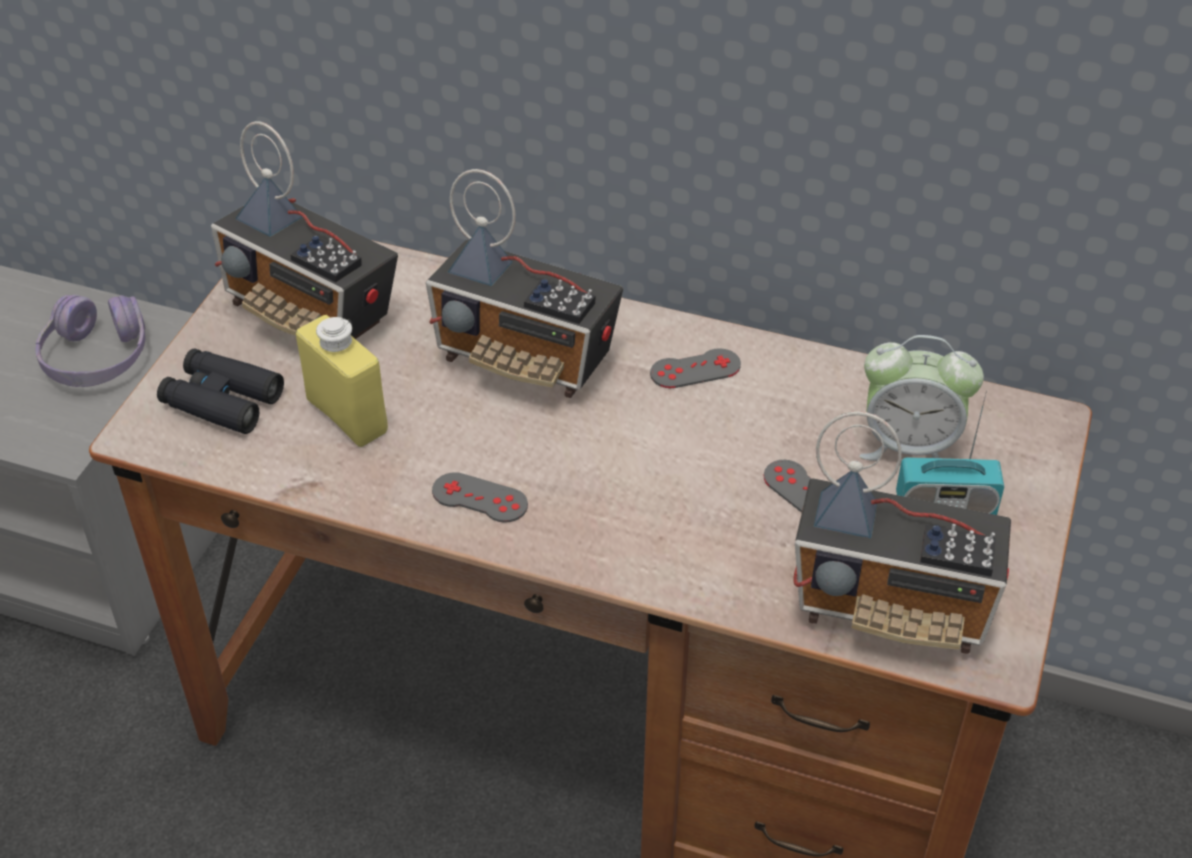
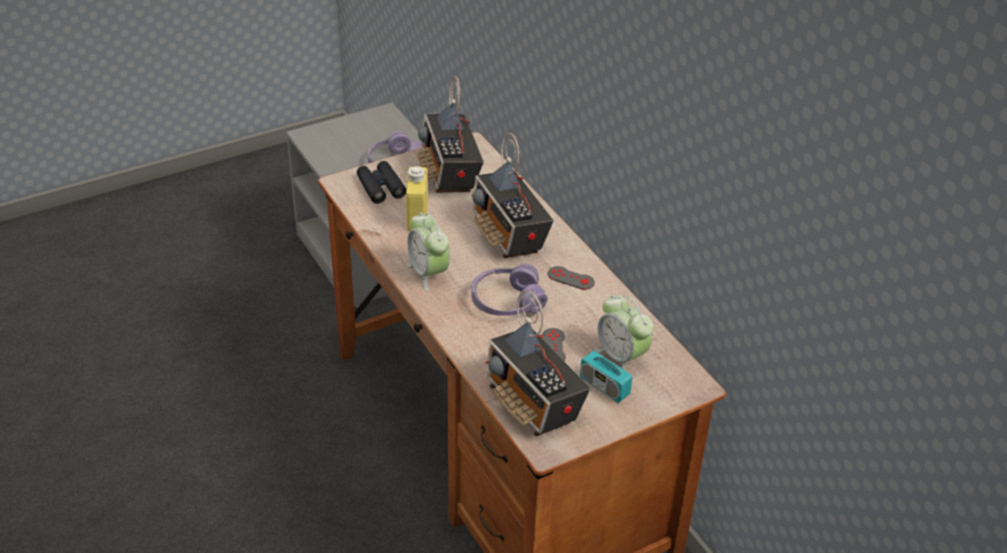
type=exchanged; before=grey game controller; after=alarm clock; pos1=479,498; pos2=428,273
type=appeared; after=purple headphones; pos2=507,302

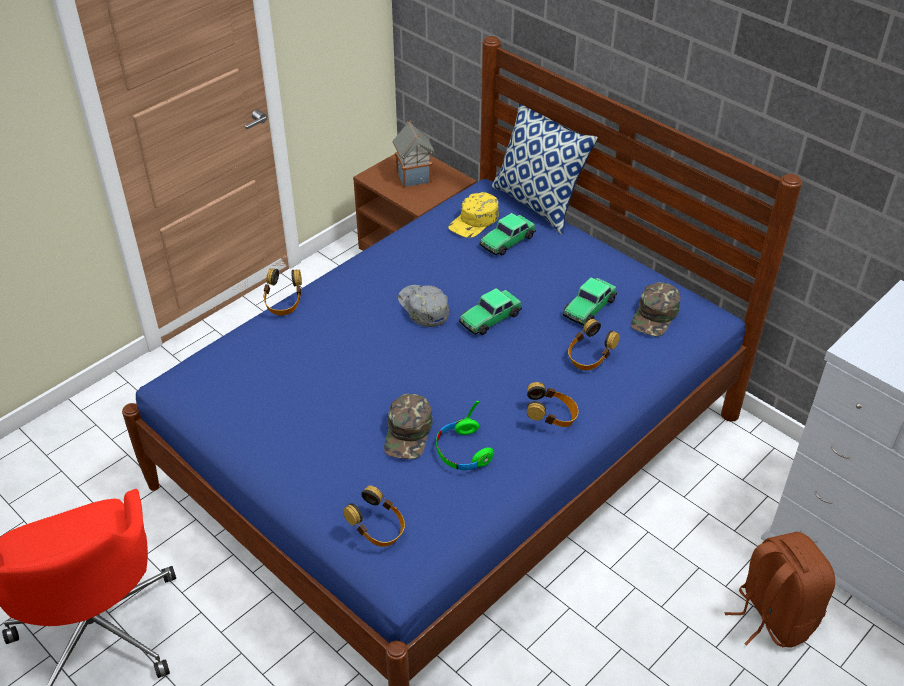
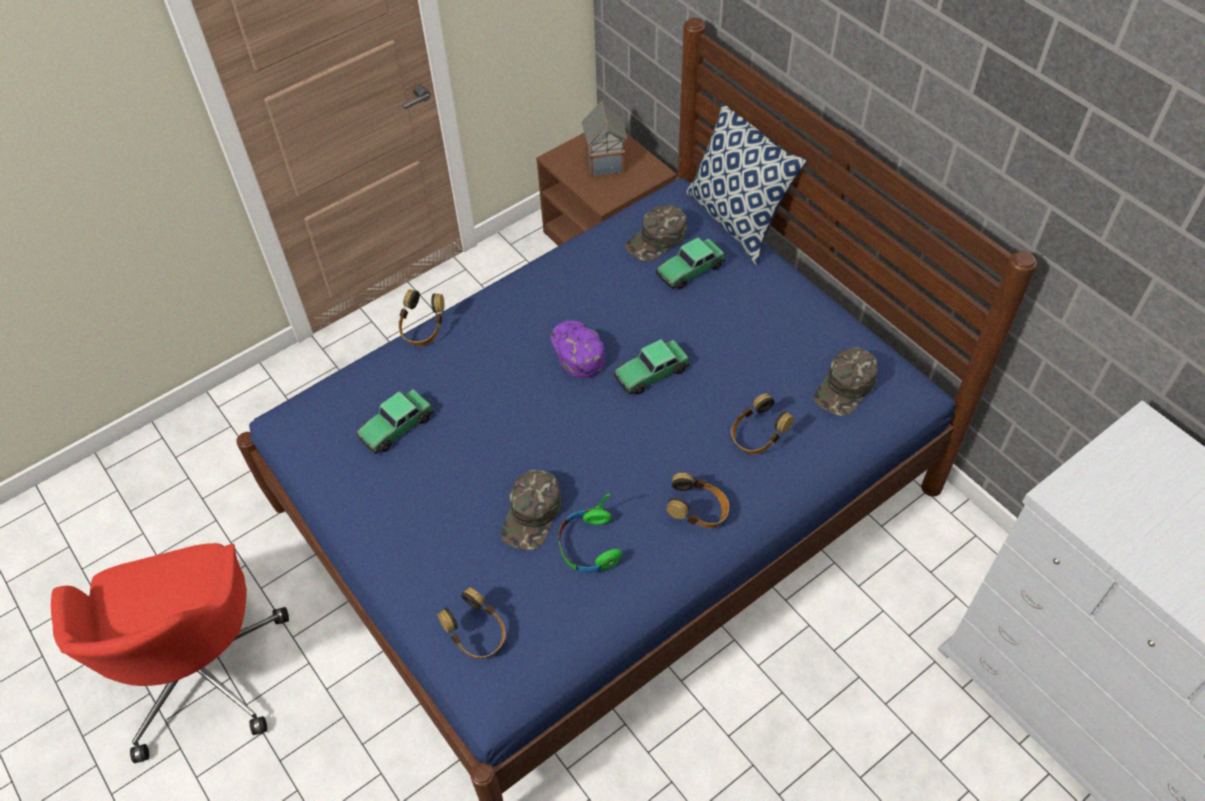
type=colour; before=grey cap; after=purple cap; pos1=423,307; pos2=577,351
type=colour; before=yellow cap; after=green cap; pos1=474,221; pos2=657,239
type=relocated; before=toy car; pos1=589,307; pos2=396,426
type=missing; before=brown backpack; pos1=772,616

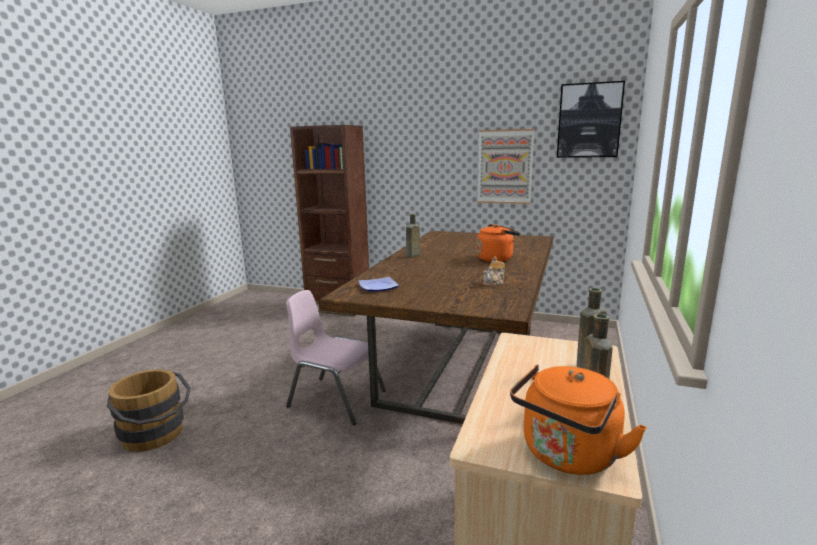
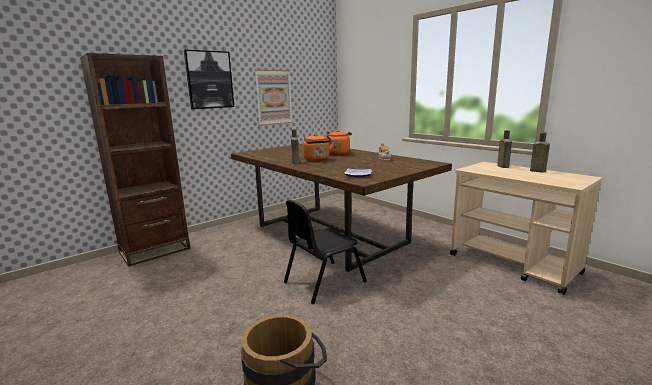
type=colour; before=pink chair; after=black chair; pos1=336,399; pos2=323,282
type=relocated; before=orange kettle; pos1=567,456; pos2=317,159
type=relocated; before=picture; pos1=589,120; pos2=209,80

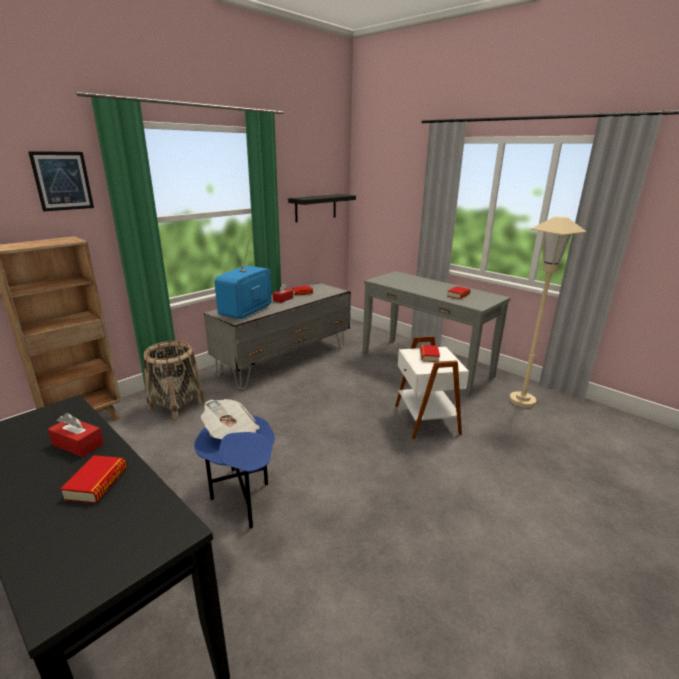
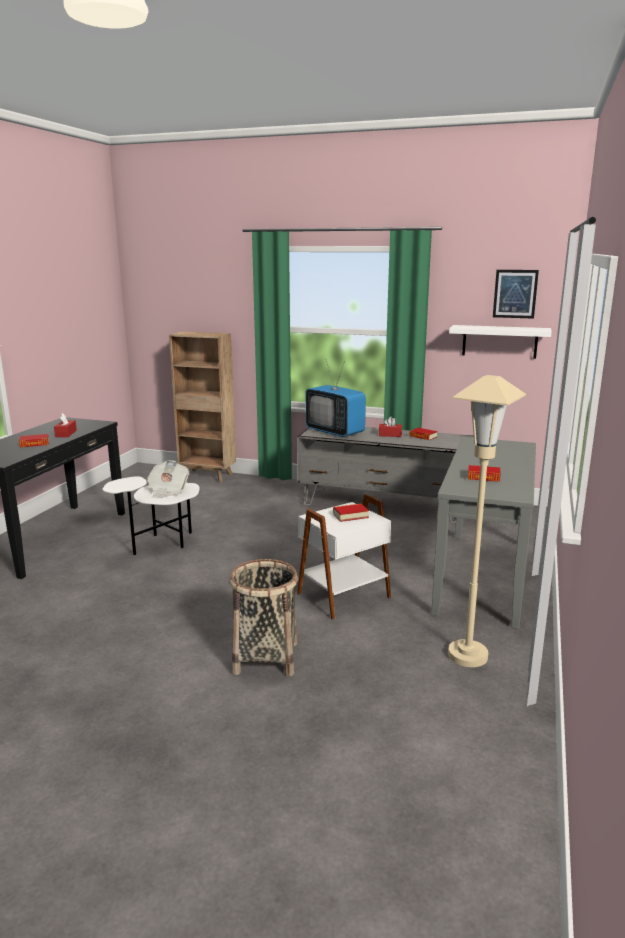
type=relocated; before=picture; pos1=62,181; pos2=515,294
type=relocated; before=basket; pos1=176,405; pos2=265,658
type=colour; before=blue side table; after=white side table; pos1=243,499; pos2=160,544
type=spun; before=television; pos1=246,312; pos2=335,432; turn=-135
type=colour; before=black shelf; after=white shelf; pos1=315,207; pos2=499,341

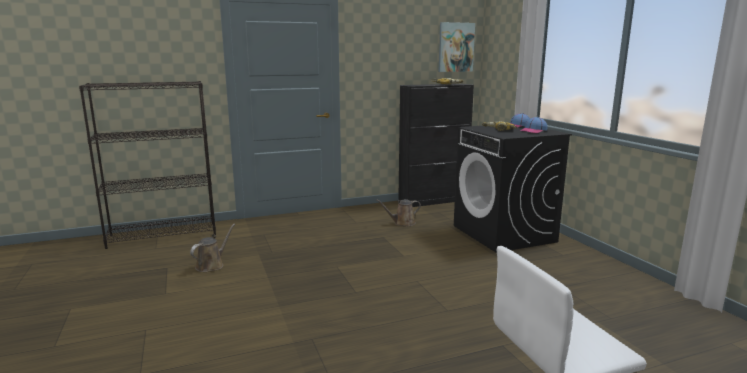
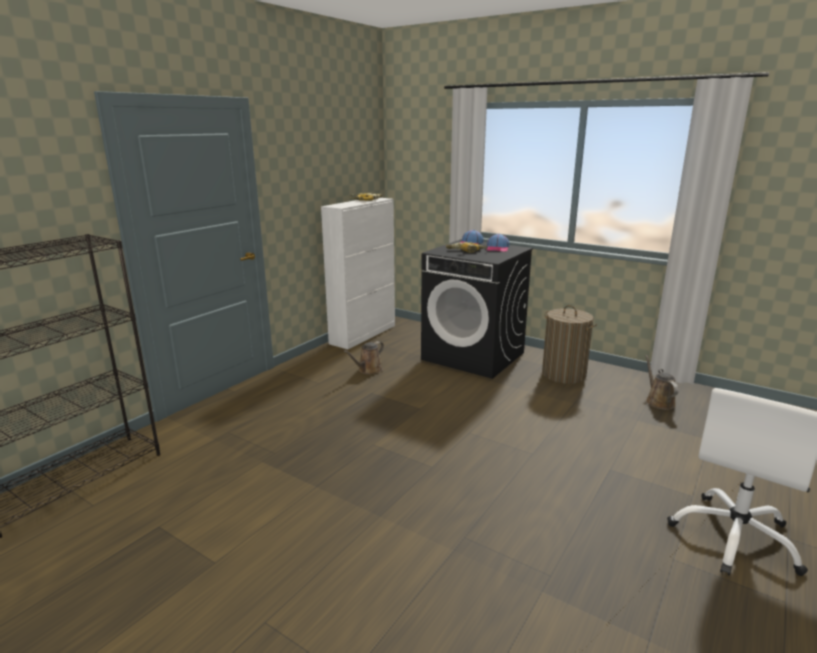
type=relocated; before=brown watering can; pos1=212,265; pos2=658,401
type=colour; before=black cabinet; after=white cabinet; pos1=433,201; pos2=363,334
type=missing; before=picture; pos1=455,47
type=appeared; after=laundry basket; pos2=564,374

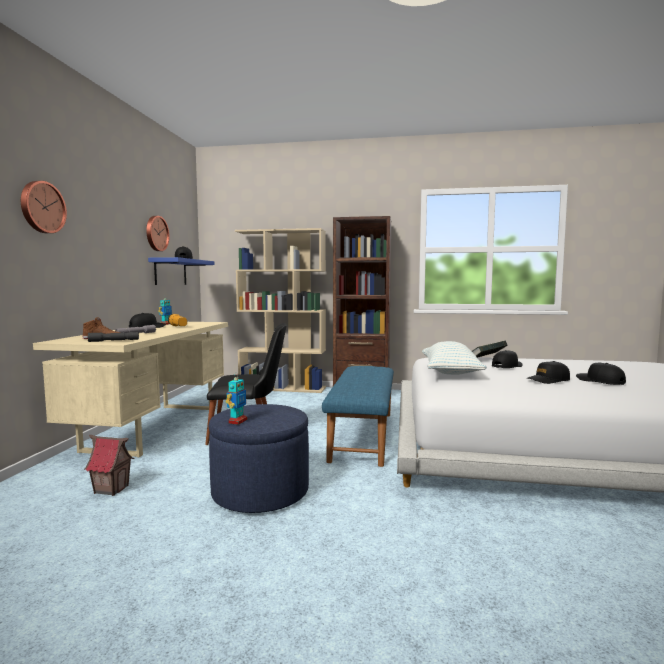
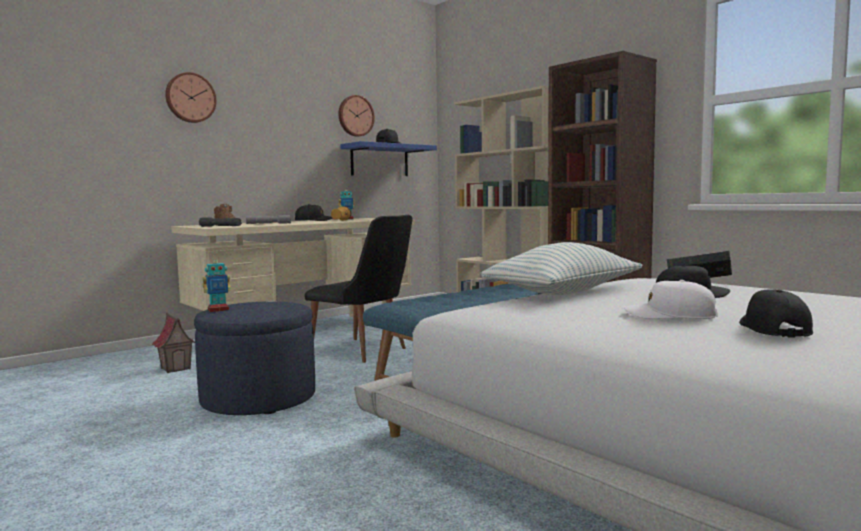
type=colour; before=black cap; after=white cap; pos1=548,380; pos2=670,316

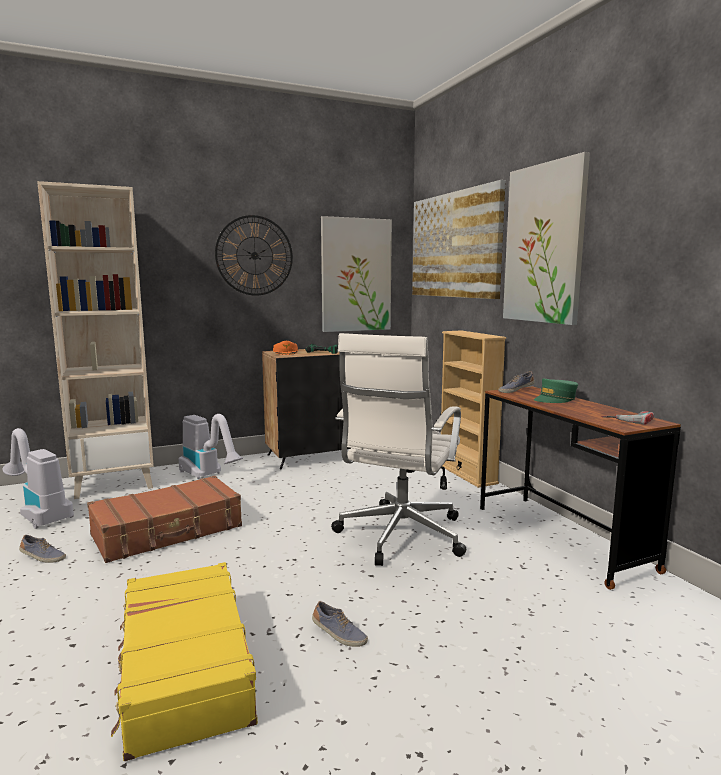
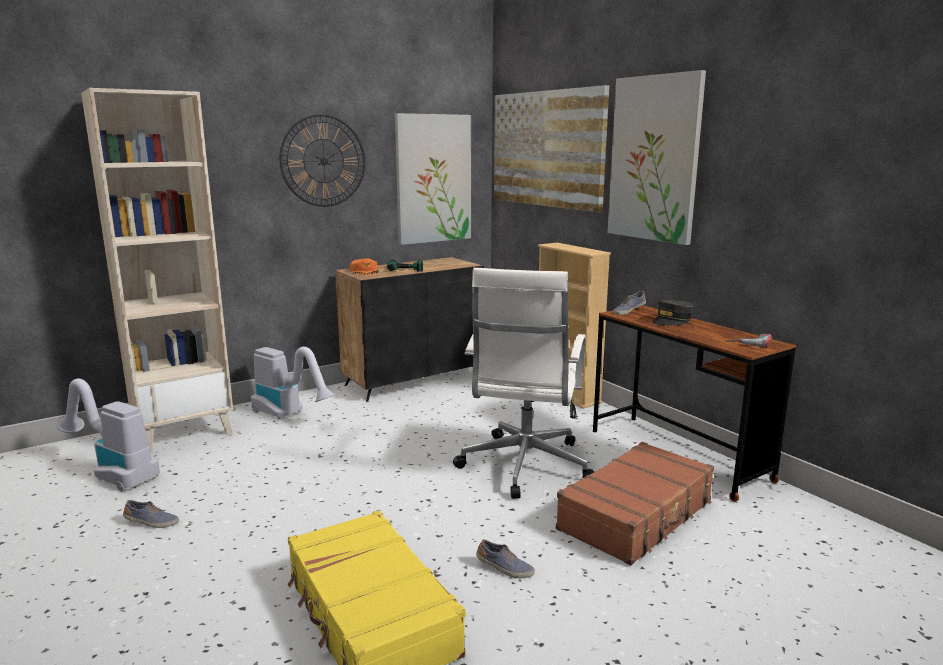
type=relocated; before=brown suitcase; pos1=168,531; pos2=637,516
type=colour; before=green cap; after=grey cap; pos1=555,399; pos2=672,321

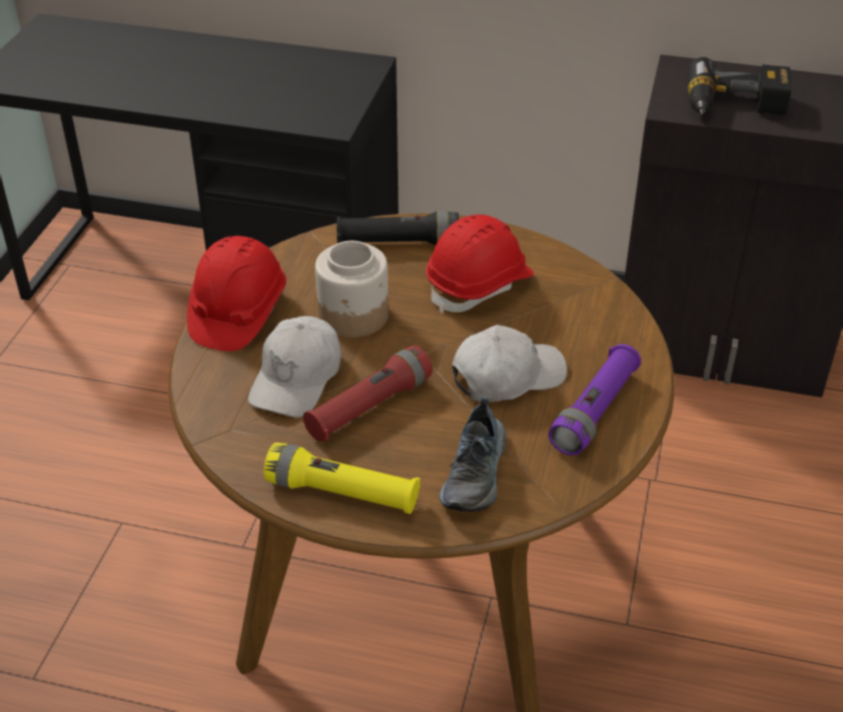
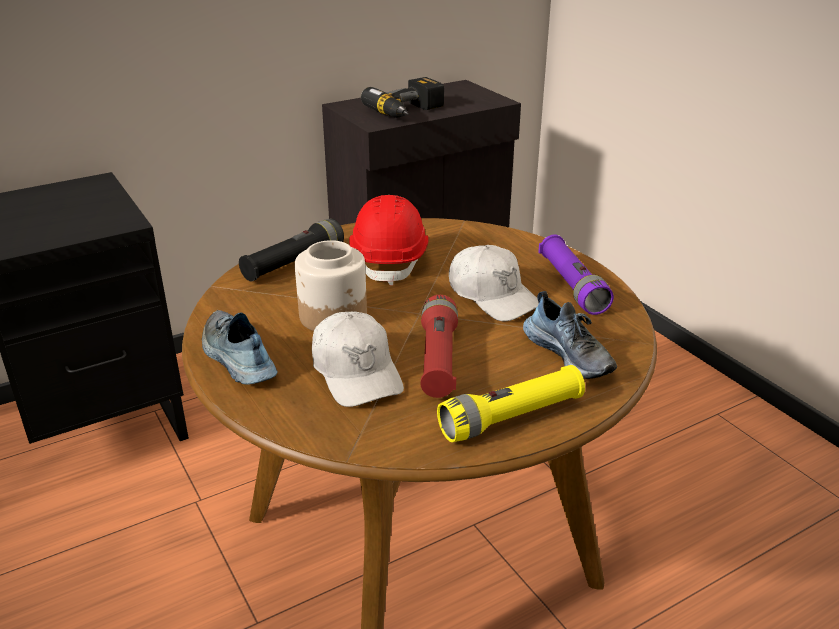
type=exchanged; before=red hard hat; after=shoe; pos1=237,313; pos2=237,359
type=spun; before=white cap; pos1=507,376; pos2=493,296; turn=120

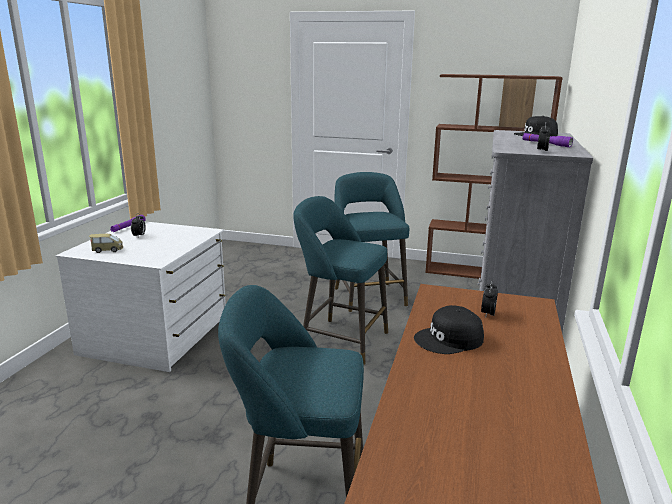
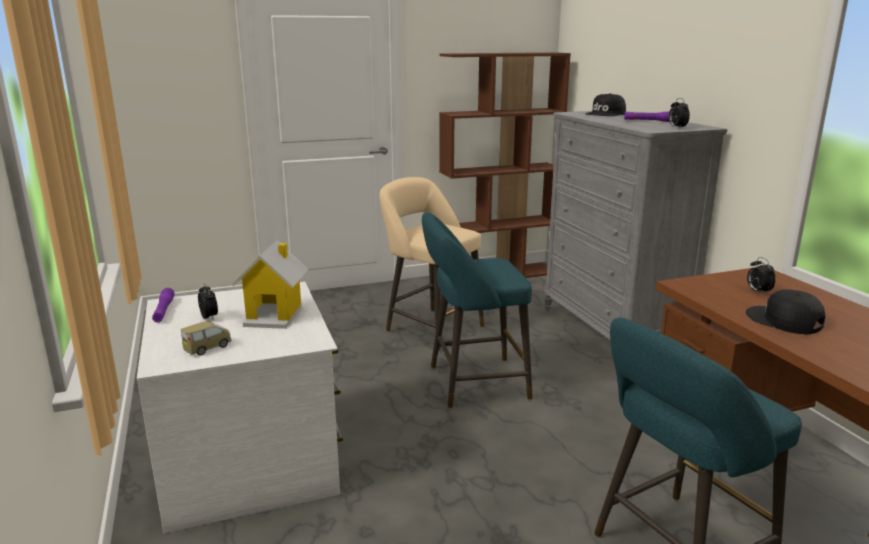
type=colour; before=turquoise stool; after=beige stool; pos1=368,295; pos2=431,327
type=spun; before=black cap; pos1=449,339; pos2=783,321; turn=105
type=appeared; after=toy house; pos2=275,315

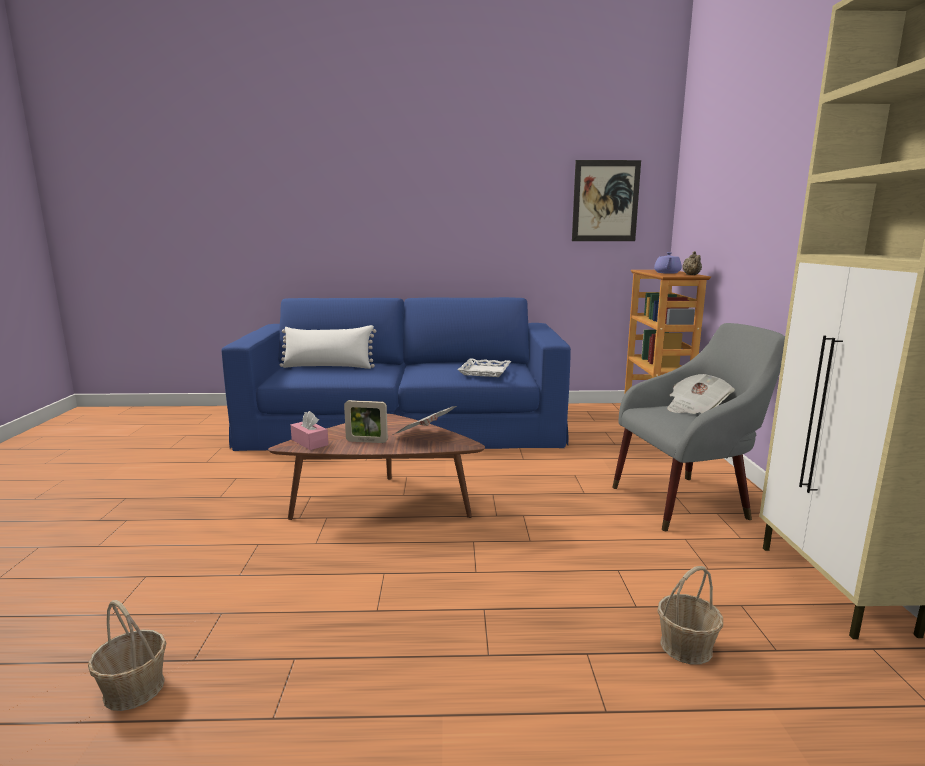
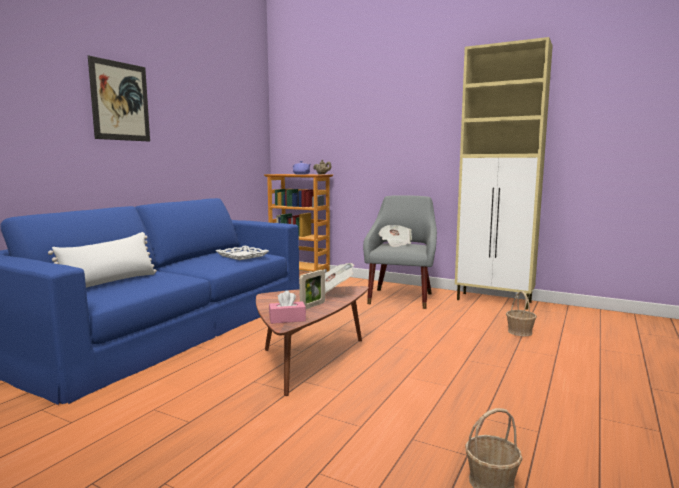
type=relocated; before=picture; pos1=605,201; pos2=120,101

